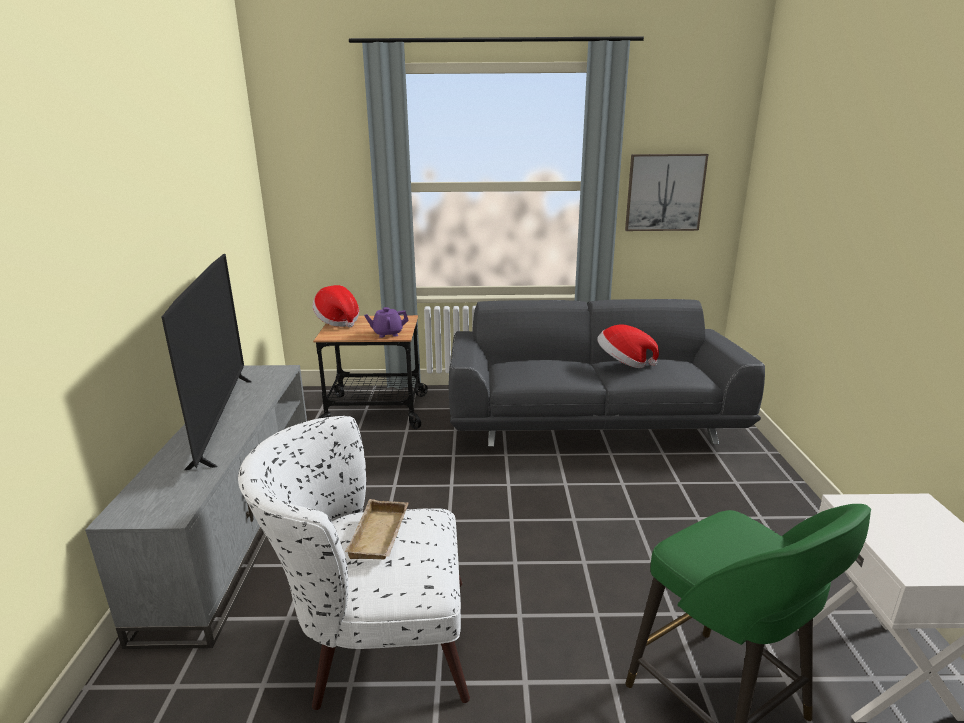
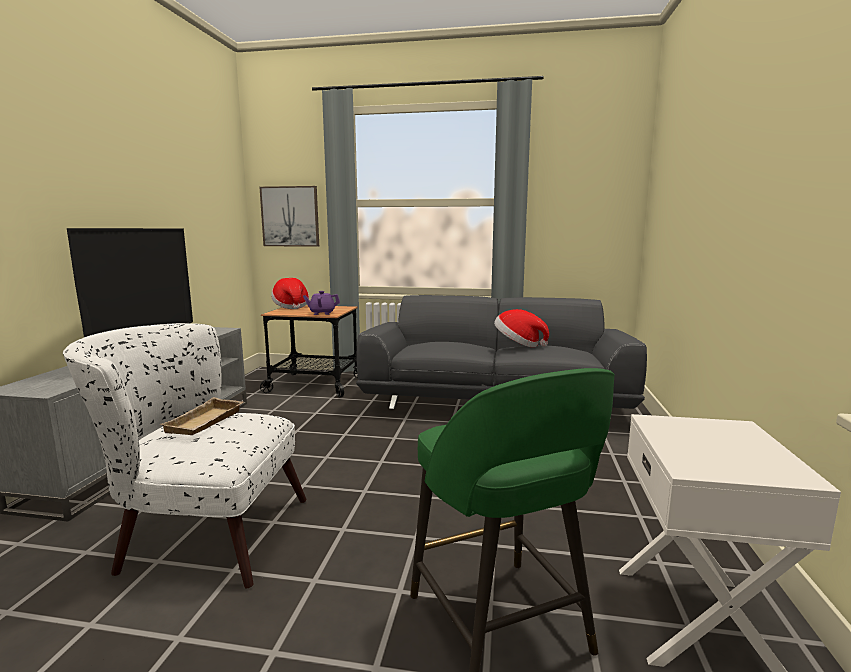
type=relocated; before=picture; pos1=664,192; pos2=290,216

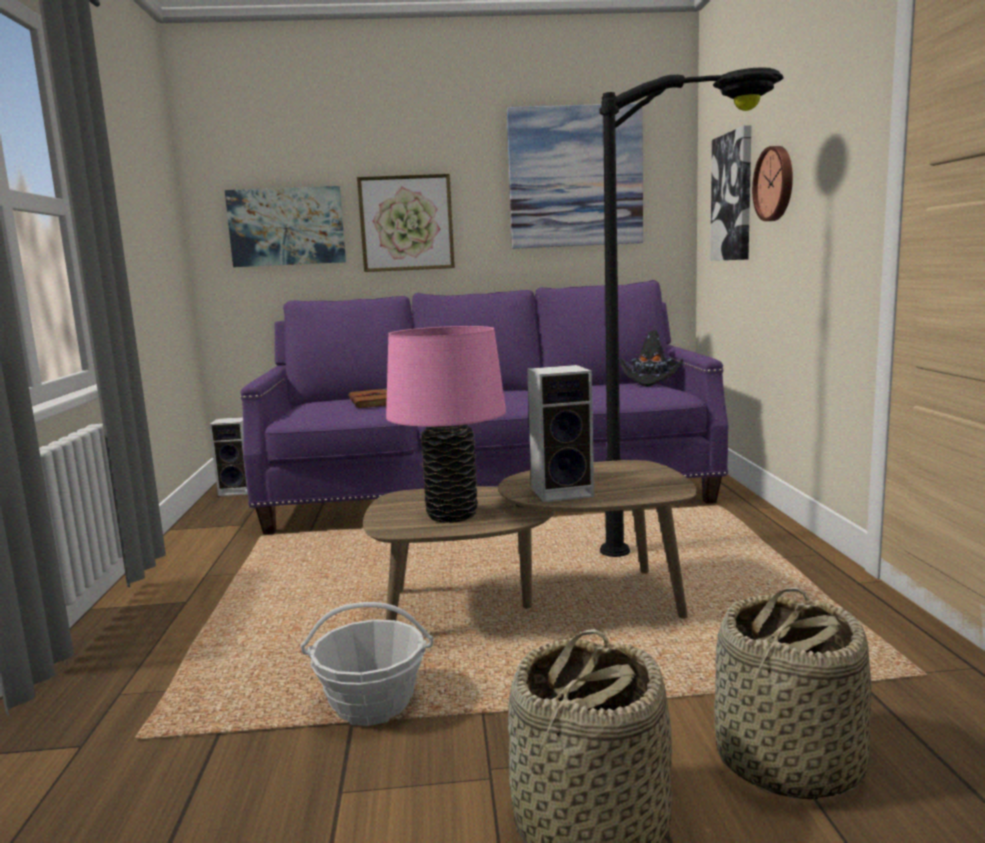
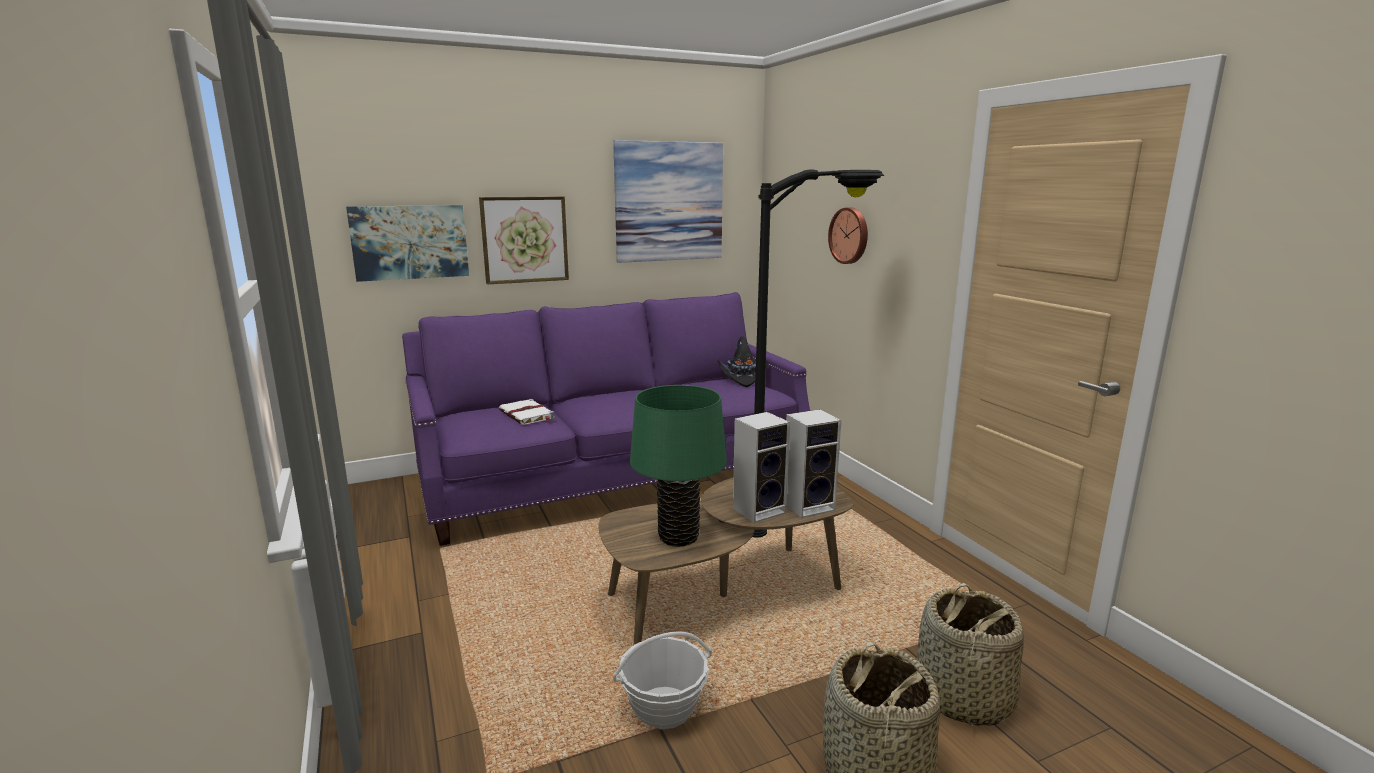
type=relocated; before=speaker; pos1=238,491; pos2=809,506
type=colour; before=brown book; after=white book; pos1=372,402; pos2=527,415
type=colour; before=pink table lamp; after=green table lamp; pos1=452,515; pos2=678,537
type=missing; before=picture; pos1=733,197

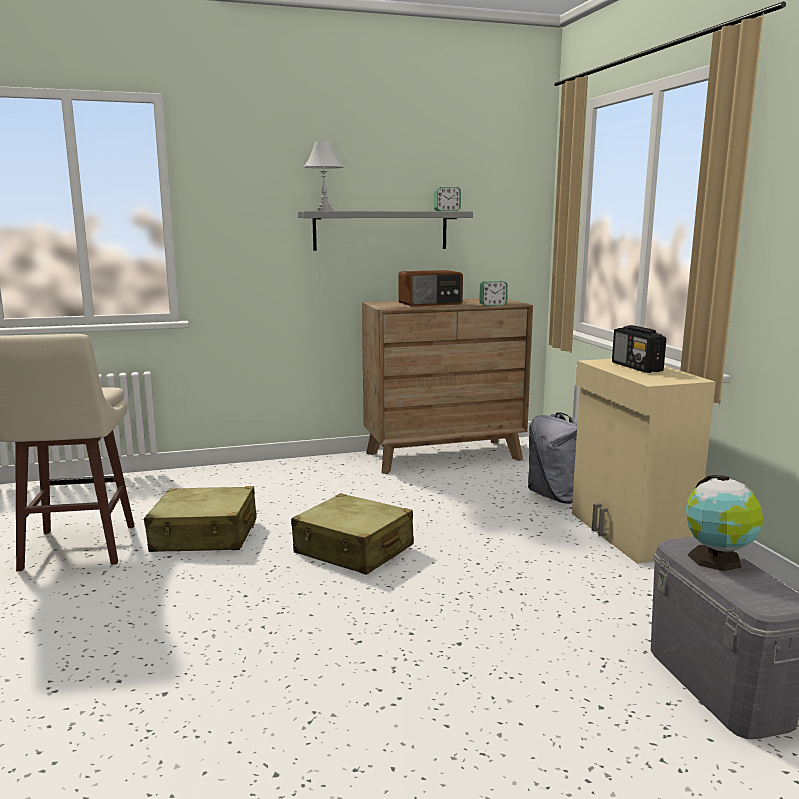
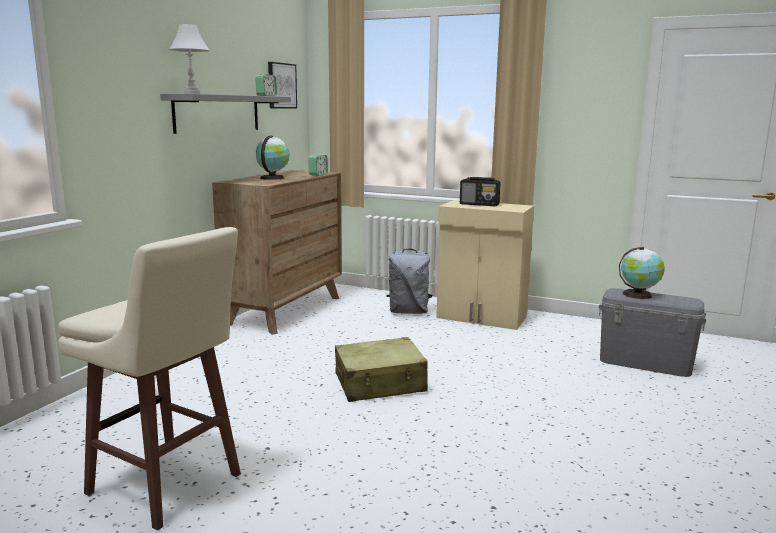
type=missing; before=beige suitcase; pos1=205,536
type=exchanged; before=radio; after=globe; pos1=430,303; pos2=272,178
type=appeared; after=picture; pos2=281,86

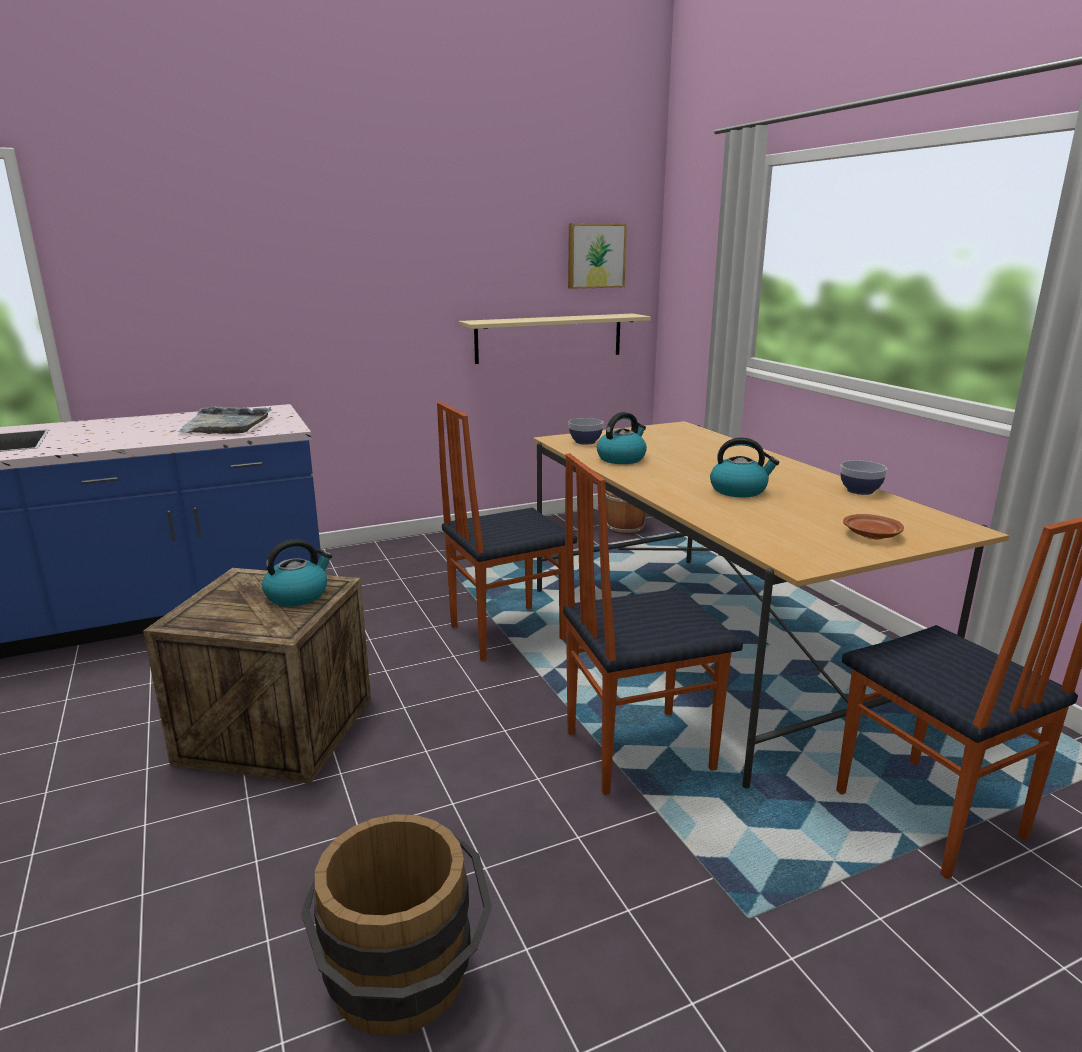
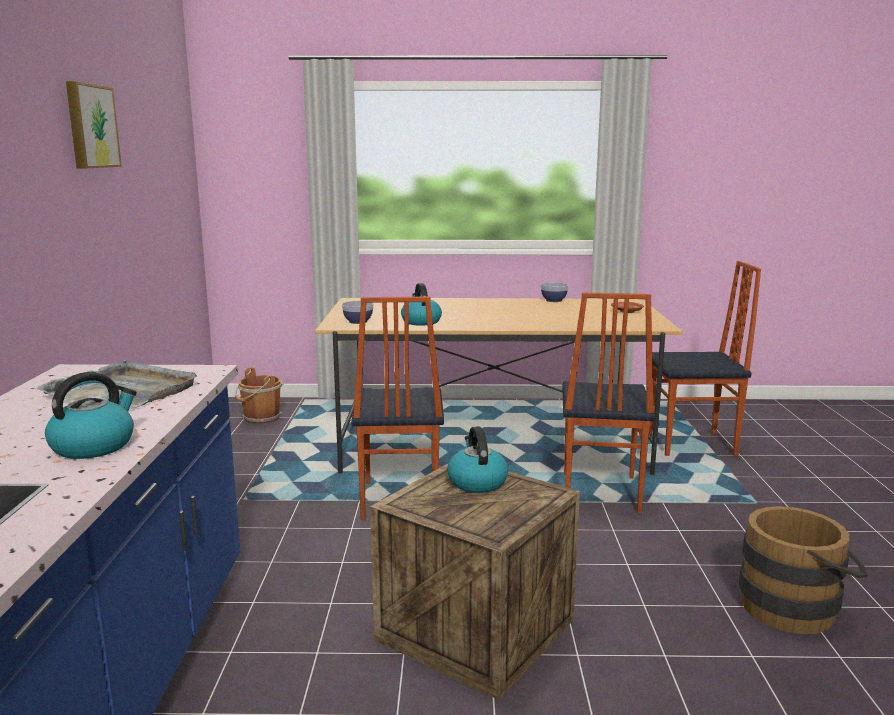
type=missing; before=beige shelf; pos1=549,338
type=relocated; before=picture; pos1=595,256; pos2=90,126
type=relocated; before=kettle; pos1=739,490; pos2=94,446

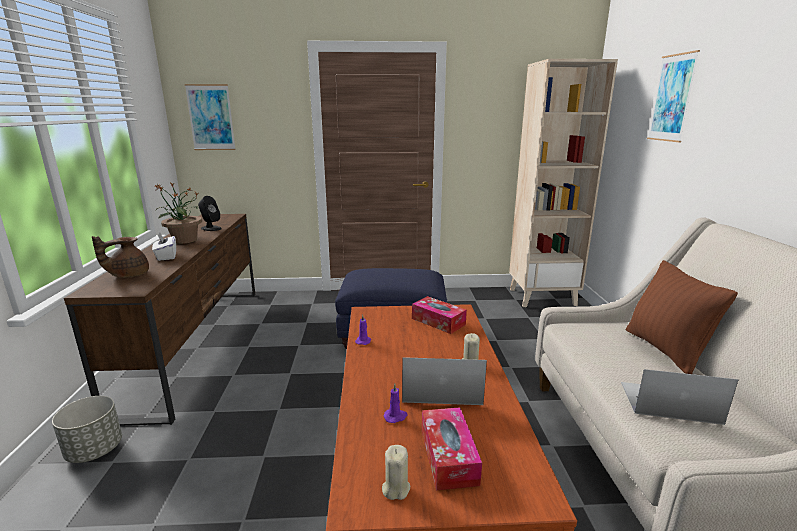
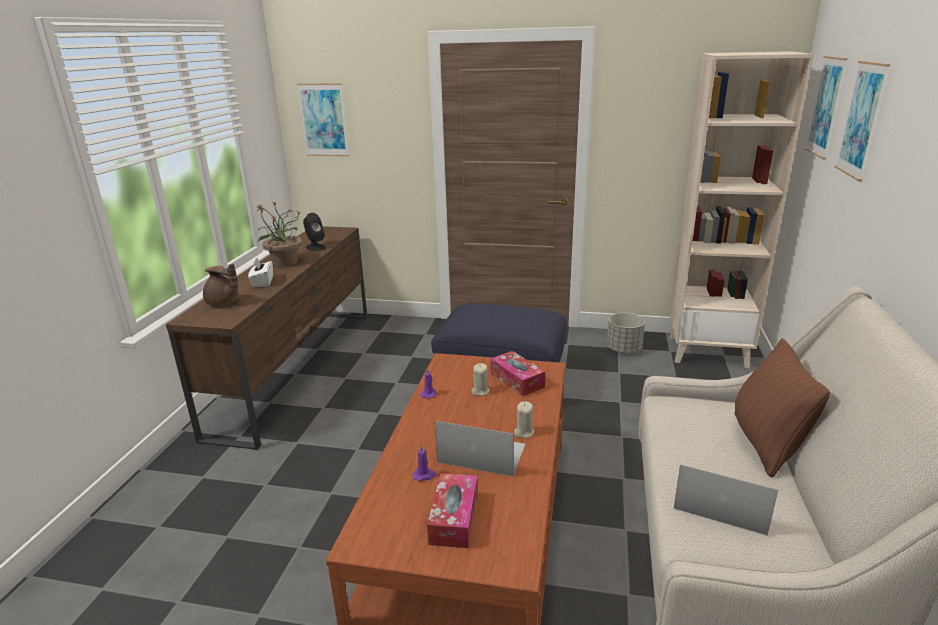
type=relocated; before=grey planter; pos1=95,450; pos2=624,349
type=spun; before=brown teapot; pos1=128,275; pos2=223,303; turn=-120
type=relocated; before=beige candle; pos1=395,488; pos2=480,391
type=appeared; after=picture; pos2=825,107

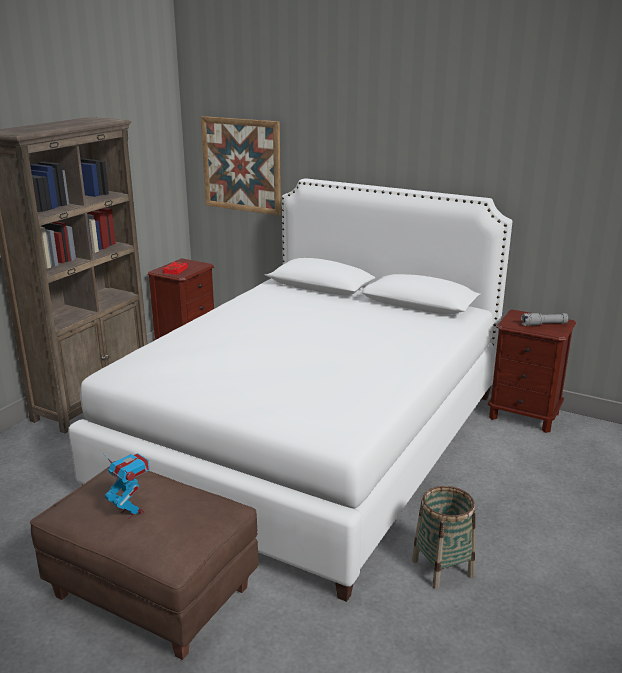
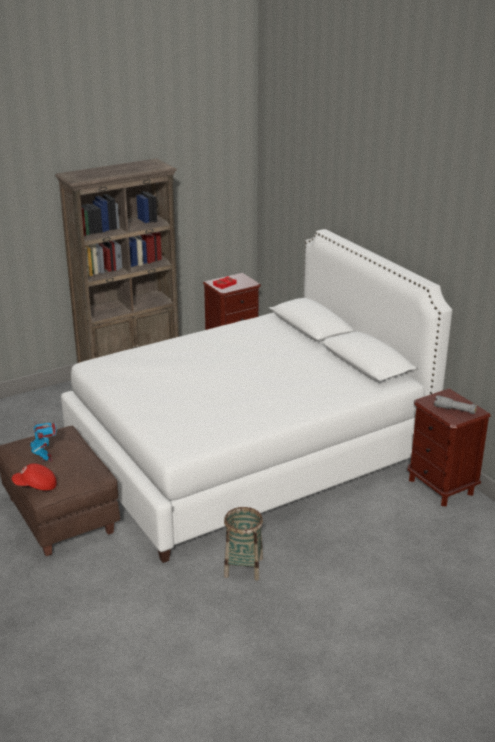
type=missing; before=picture; pos1=241,165
type=appeared; after=red cap; pos2=36,486

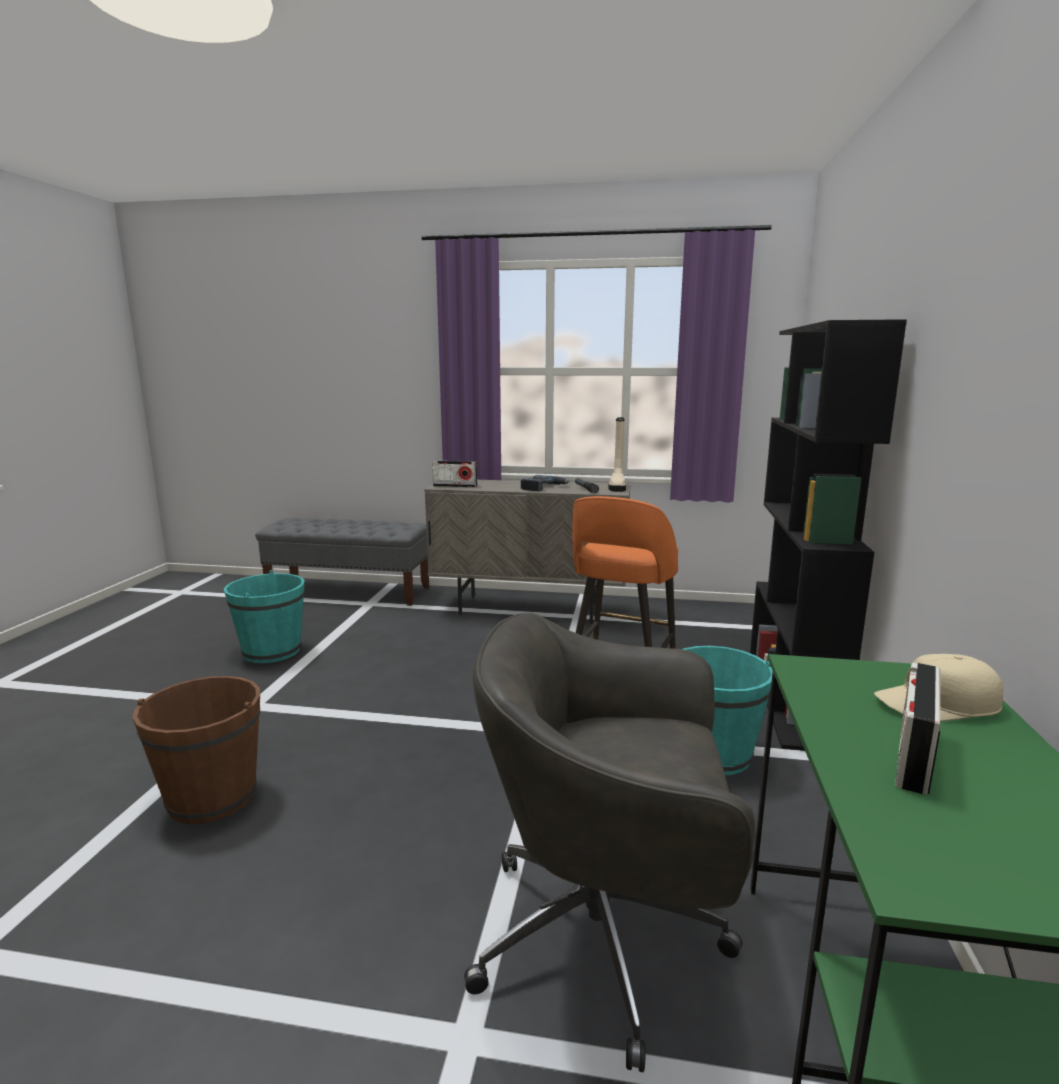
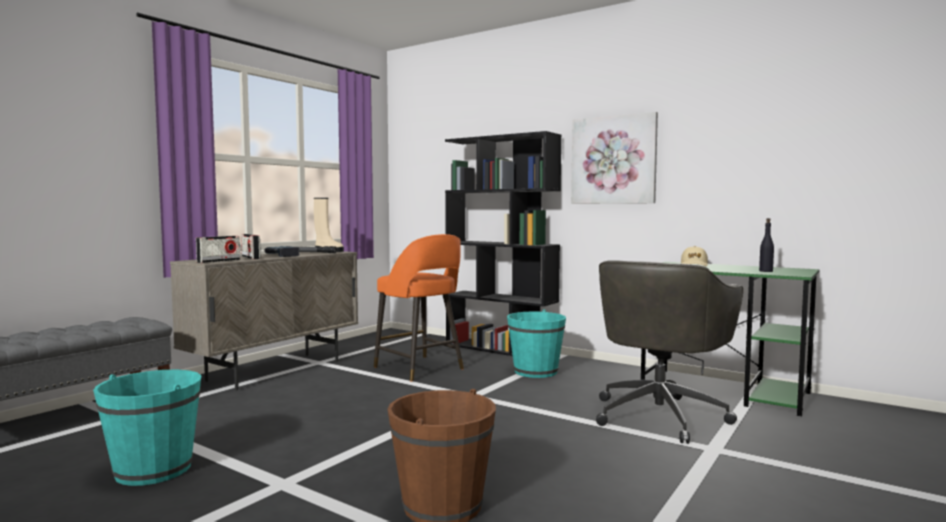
type=relocated; before=radio; pos1=913,757; pos2=251,257
type=appeared; after=picture; pos2=613,160
type=appeared; after=black bottle; pos2=766,271

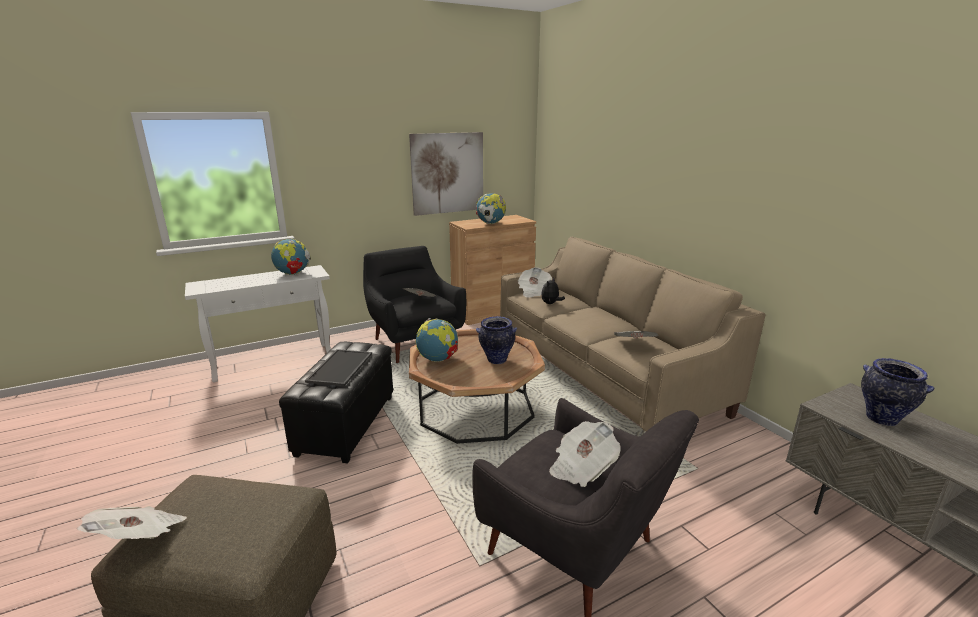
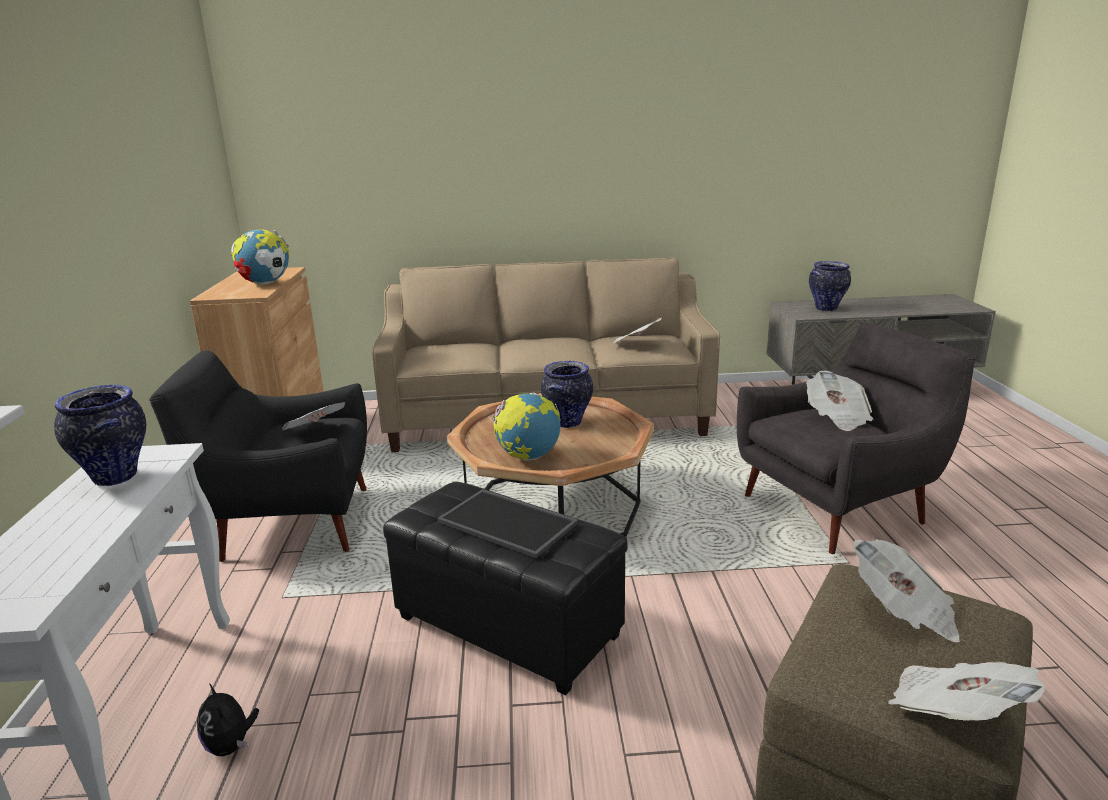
type=exchanged; before=globe; after=vase; pos1=293,274; pos2=116,478
type=missing; before=picture; pos1=447,173
type=relocated; before=newspaper; pos1=533,292; pos2=904,612
type=relocated; before=plush toy; pos1=551,303; pos2=231,746

